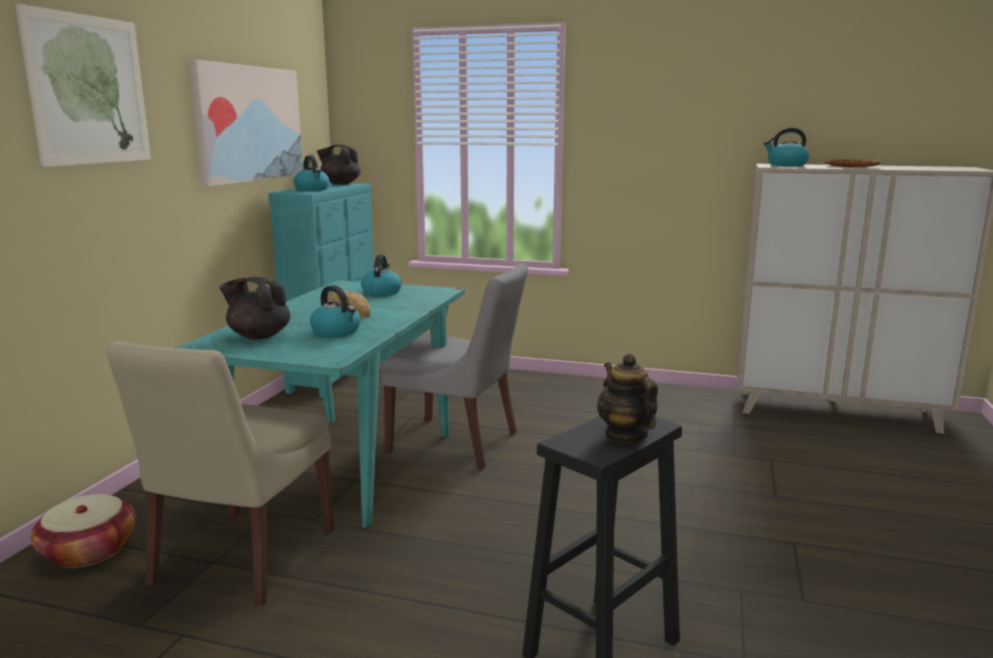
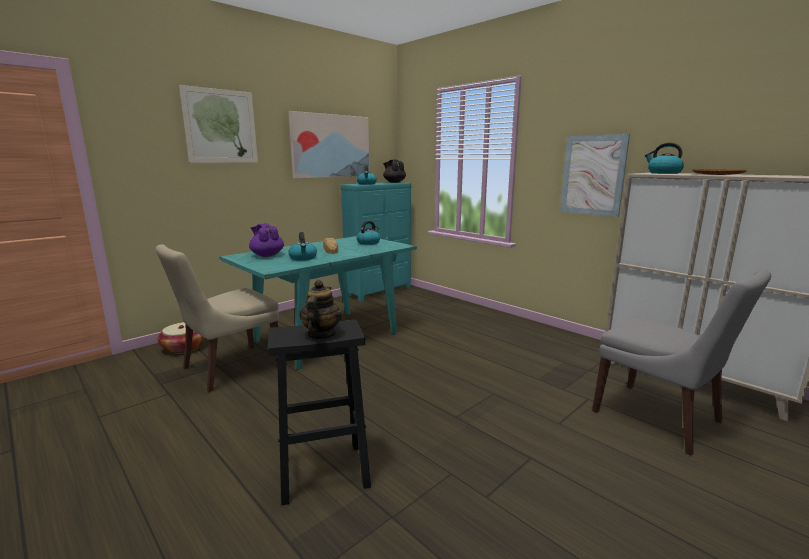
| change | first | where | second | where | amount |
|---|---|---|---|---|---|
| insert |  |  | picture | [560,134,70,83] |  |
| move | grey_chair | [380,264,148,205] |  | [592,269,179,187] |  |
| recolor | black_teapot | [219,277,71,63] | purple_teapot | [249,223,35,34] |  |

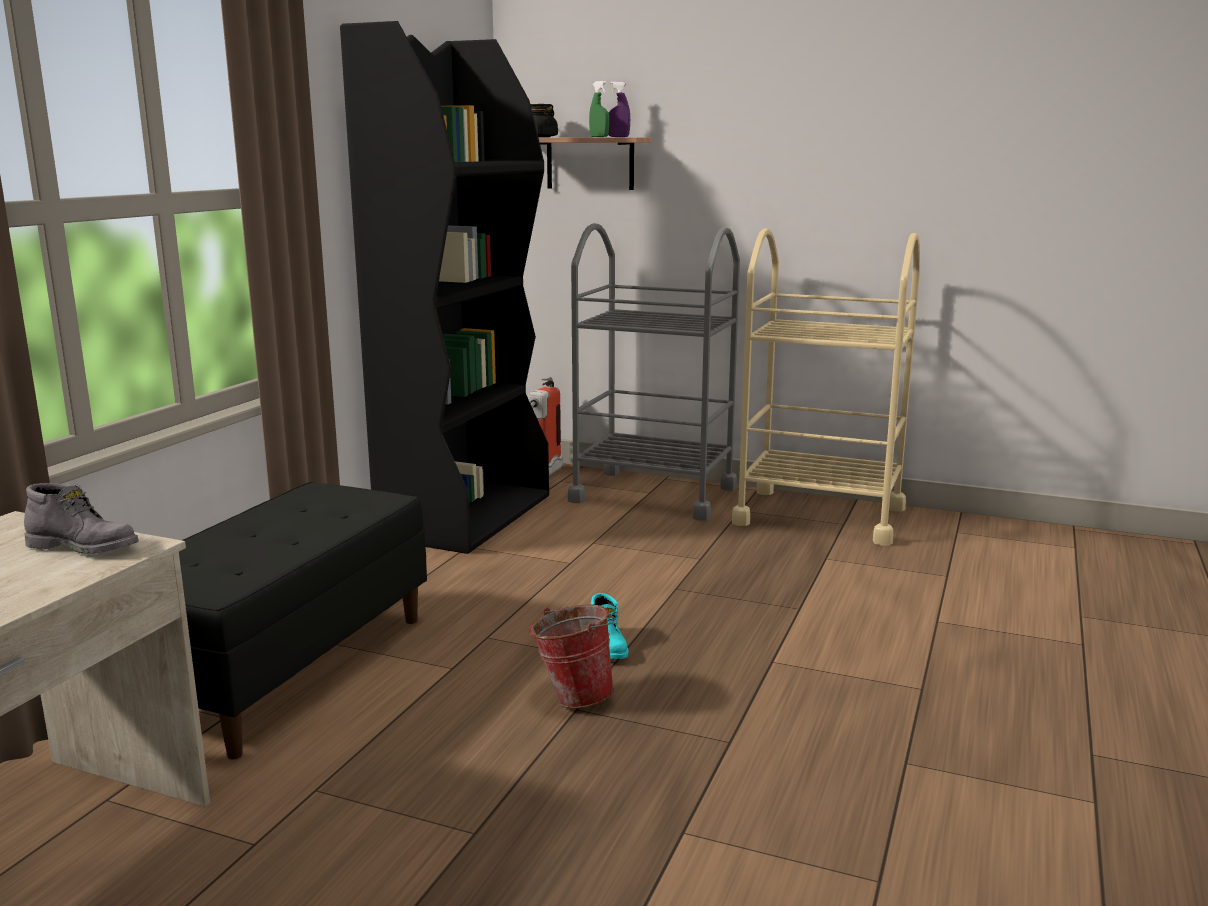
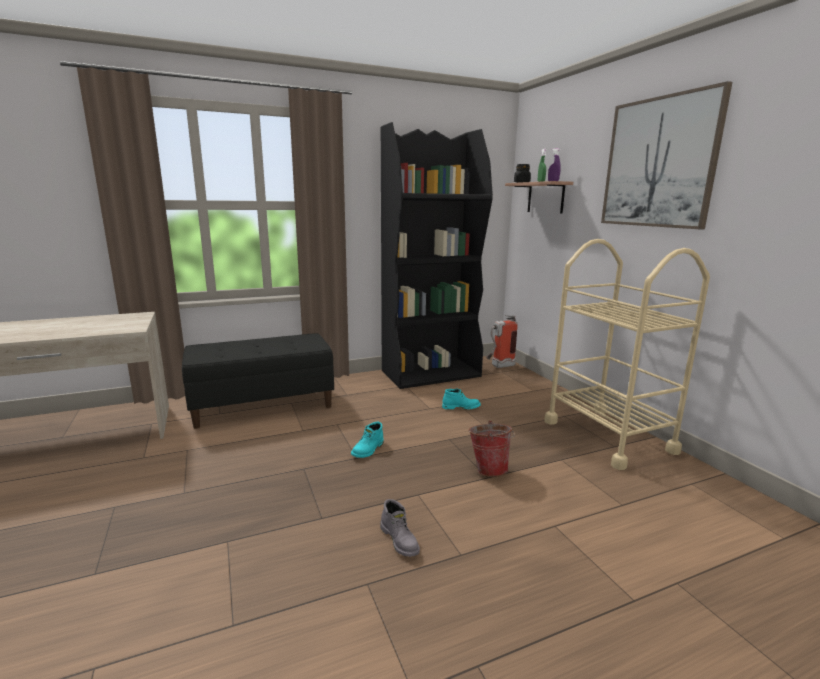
| change | first | where | second | where | amount |
|---|---|---|---|---|---|
| delete | grey_cart | [568,223,172,298] |  |  |  |
| insert |  |  | turquoise_boot | [442,389,39,20] |  |
| insert |  |  | picture | [601,81,131,148] |  |
| move | grey_boot | [24,483,115,71] |  | [380,499,40,58] |  |
| move | bucket | [529,605,86,104] |  | [468,421,47,56] |  |

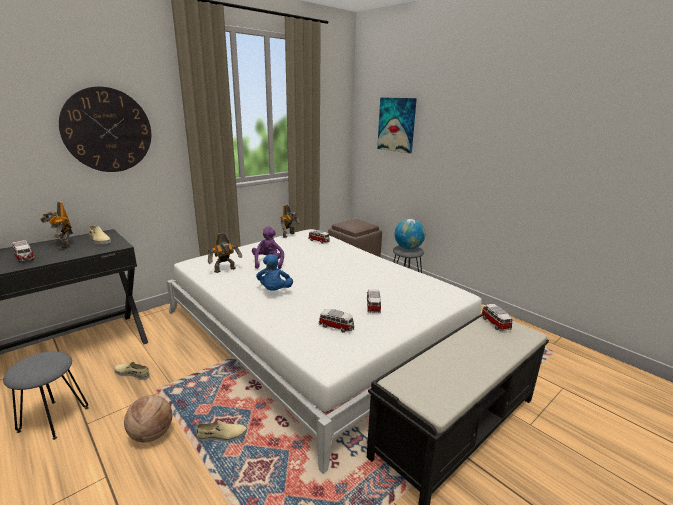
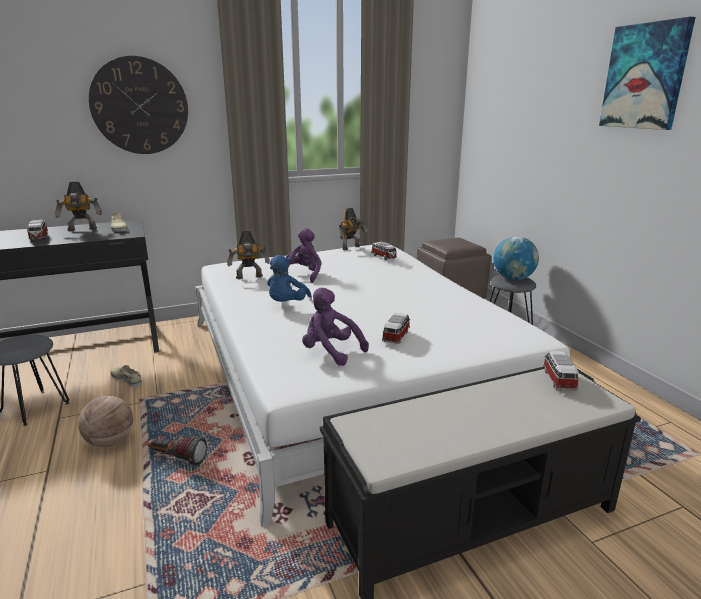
| change | first | where | second | where | amount |
|---|---|---|---|---|---|
| move | picture | [377,97,40,56] |  | [599,17,97,113] |  |
| replace | beige_shoe | [196,420,51,21] | flashlight | [148,437,59,29] |  |
| replace | toy_car | [319,309,35,24] | purple_plush_toy | [302,288,67,78] |  |
| rotate | toy_robot | [40,202,33,46] |  | [55,182,47,49] | 90 degrees counterclockwise |

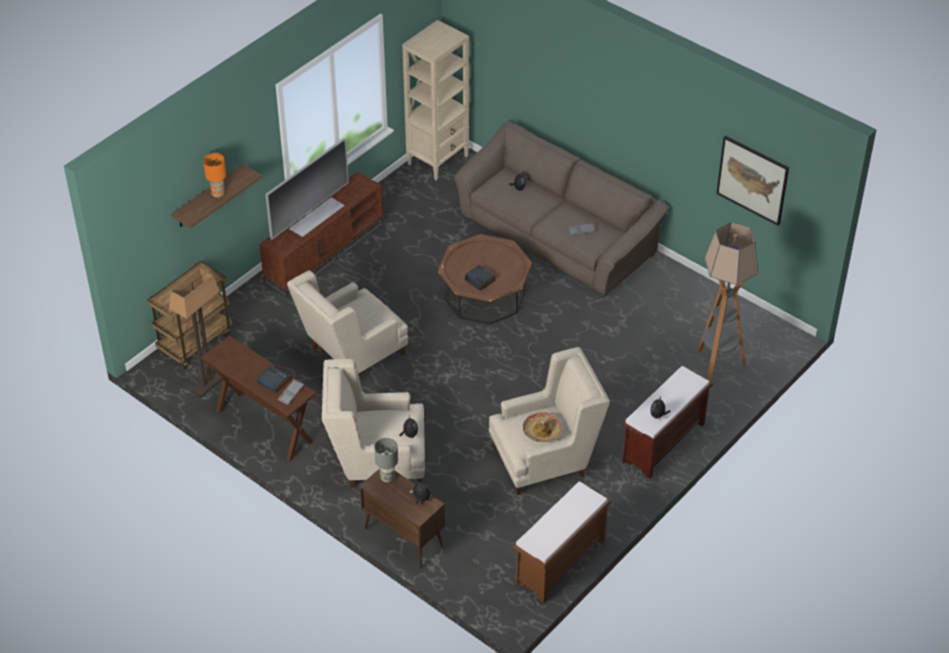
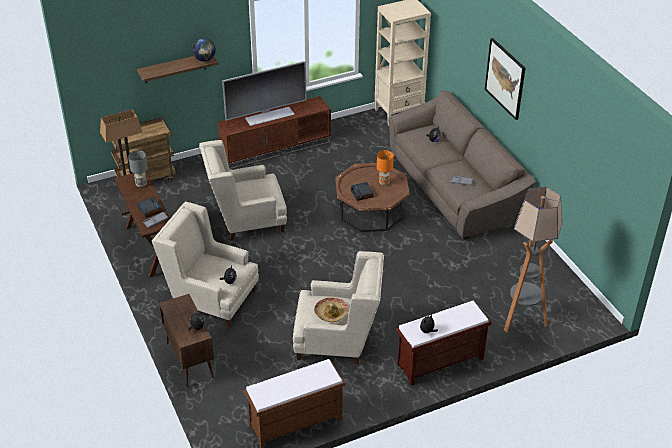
| change | first | where | second | where | amount |
|---|---|---|---|---|---|
| insert |  |  | globe | [192,38,24,24] |  |
| move | orange_table_lamp | [203,153,23,45] |  | [377,150,17,36] |  |
| move | grey_table_lamp | [374,438,24,45] |  | [128,150,20,38] |  |
| move | picture | [716,135,73,91] |  | [485,38,40,82] |  |

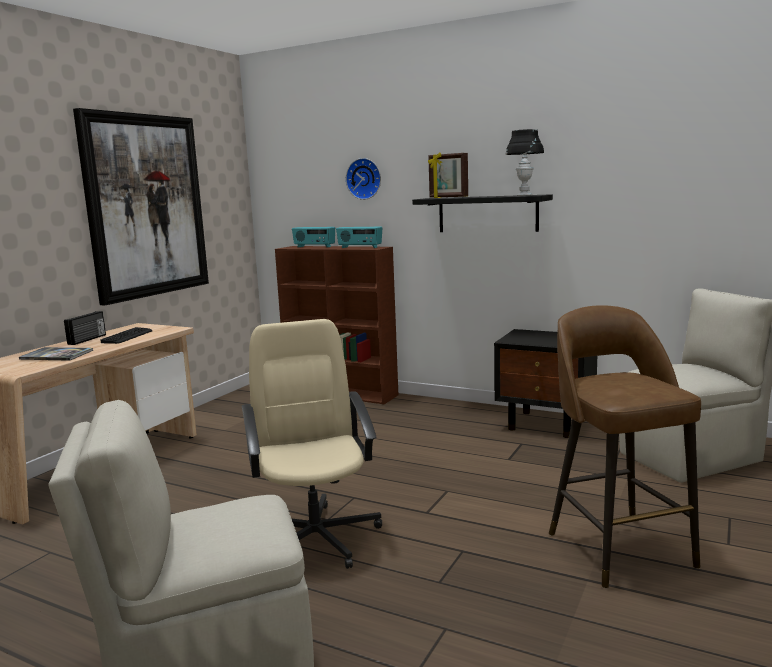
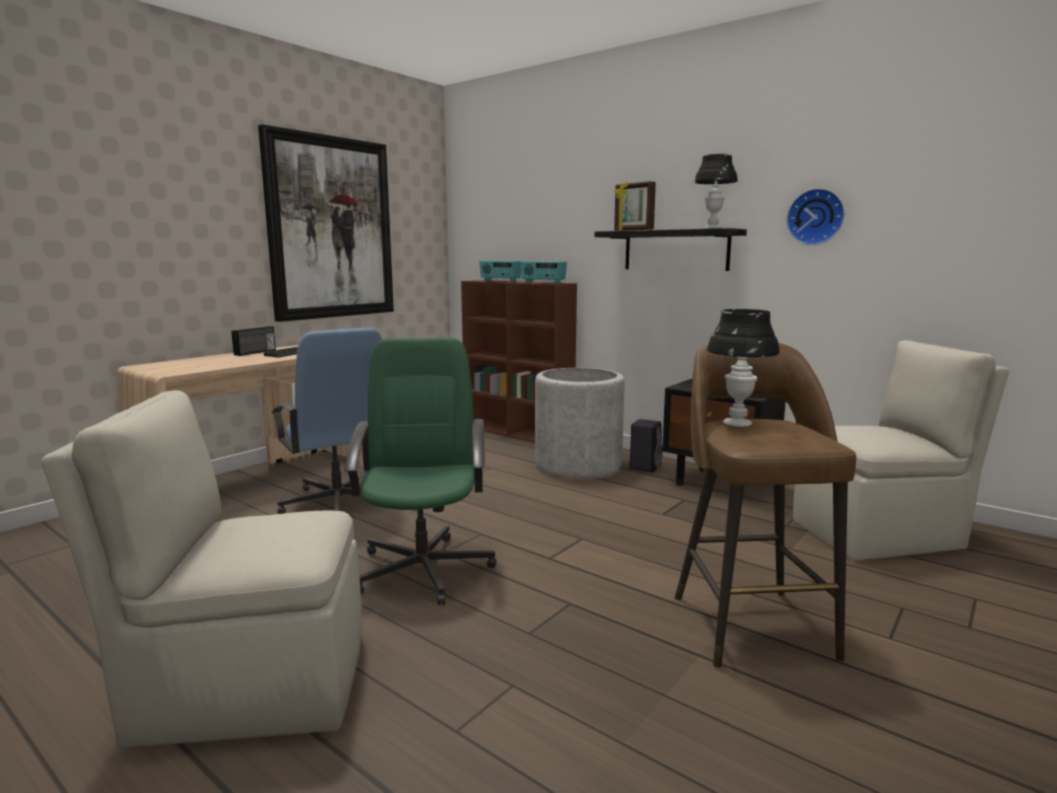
| change | first | where | second | where | amount |
|---|---|---|---|---|---|
| delete | book | [19,347,74,14] |  |  |  |
| insert |  |  | blue_office_chair | [272,328,110,186] |  |
| insert |  |  | grey_planter | [535,368,90,110] |  |
| insert |  |  | black_speaker | [629,419,34,54] |  |
| insert |  |  | black_table_lamp | [707,309,73,118] |  |
| move | wall_clock | [346,158,35,42] |  | [786,188,59,57] |  |
| recolor | beige_office_chair | [242,319,140,250] | green_office_chair | [344,338,153,267] |  |

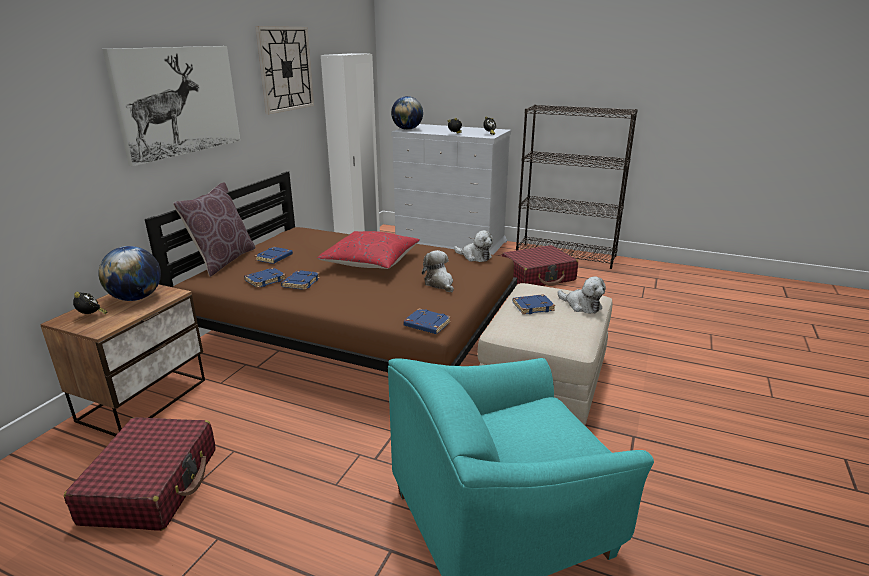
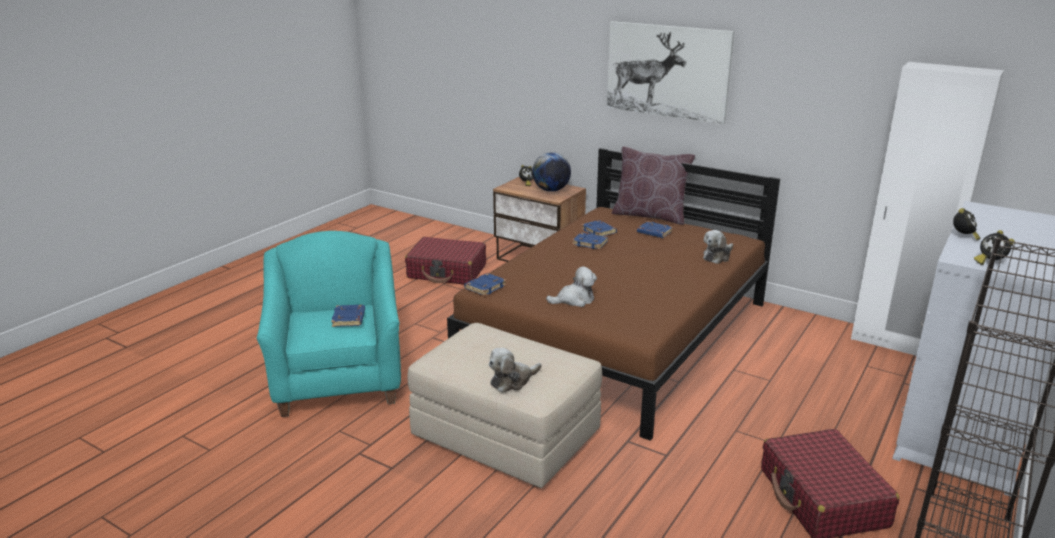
| change | first | where | second | where | amount |
|---|---|---|---|---|---|
| delete | wall_clock | [255,26,59,88] |  |  |  |
| delete | red_pillow | [317,231,103,38] |  |  |  |
| delete | globe | [391,96,32,34] |  |  |  |
| move | plush_toy | [454,230,39,32] |  | [703,230,30,34] |  |
| move | blue_book | [513,294,42,20] |  | [331,305,34,22] |  |

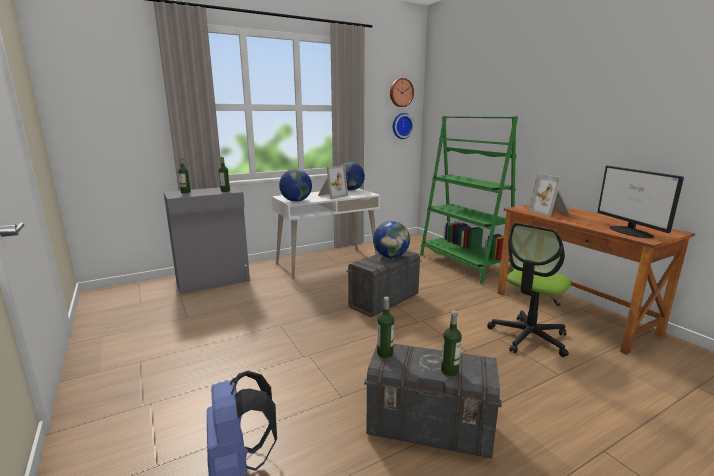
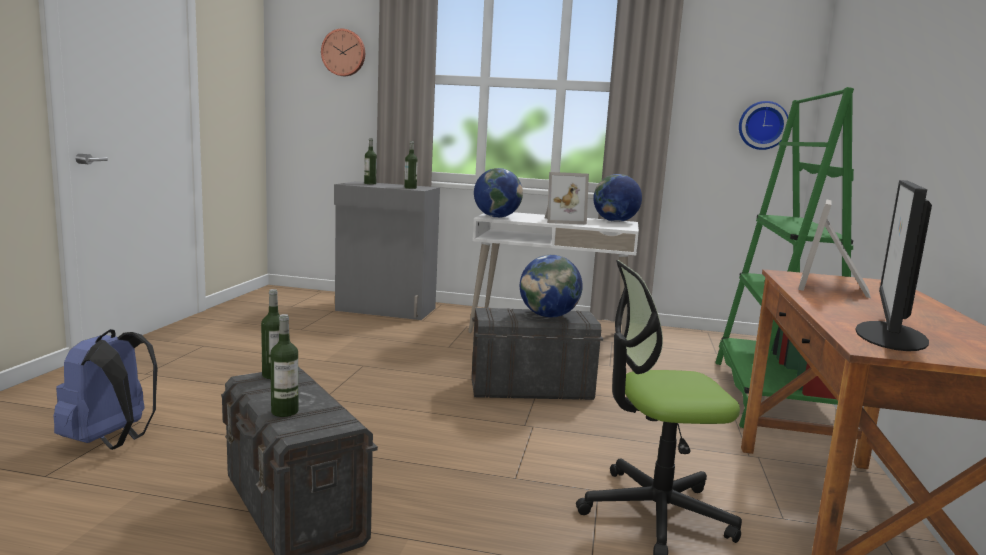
| change | first | where | second | where | amount |
|---|---|---|---|---|---|
| move | wall_clock | [390,78,24,29] |  | [321,29,44,47] |  |

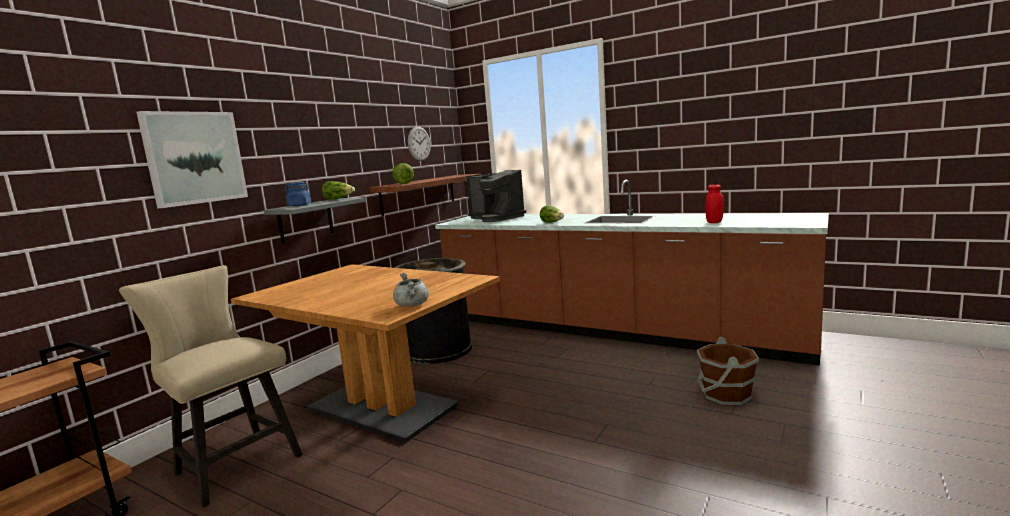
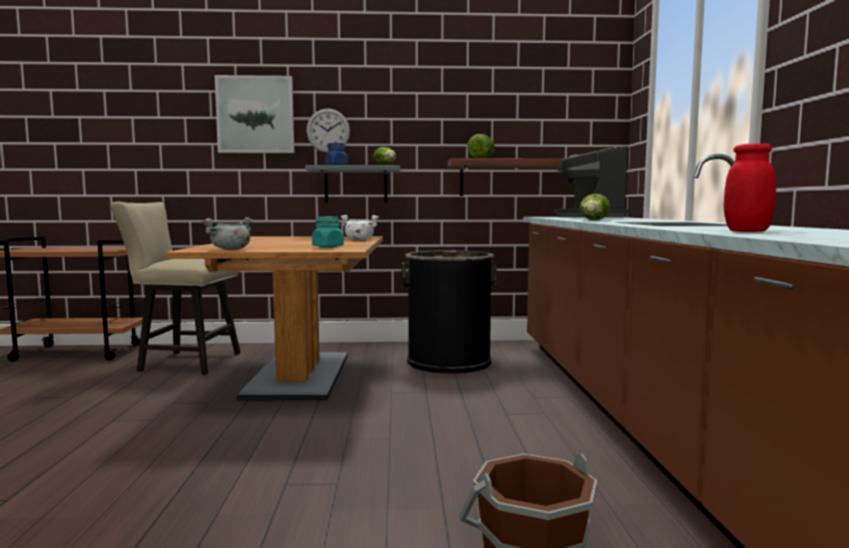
| change | first | where | second | where | amount |
|---|---|---|---|---|---|
| insert |  |  | turquoise_jar | [312,217,32,31] |  |
| insert |  |  | white_cooking_pot | [340,215,39,25] |  |
| move | wall_clock | [408,126,23,35] |  | [306,108,44,45] |  |
| rotate | beige_chair | [119,265,184,243] |  | [110,202,131,173] | 90 degrees counterclockwise |

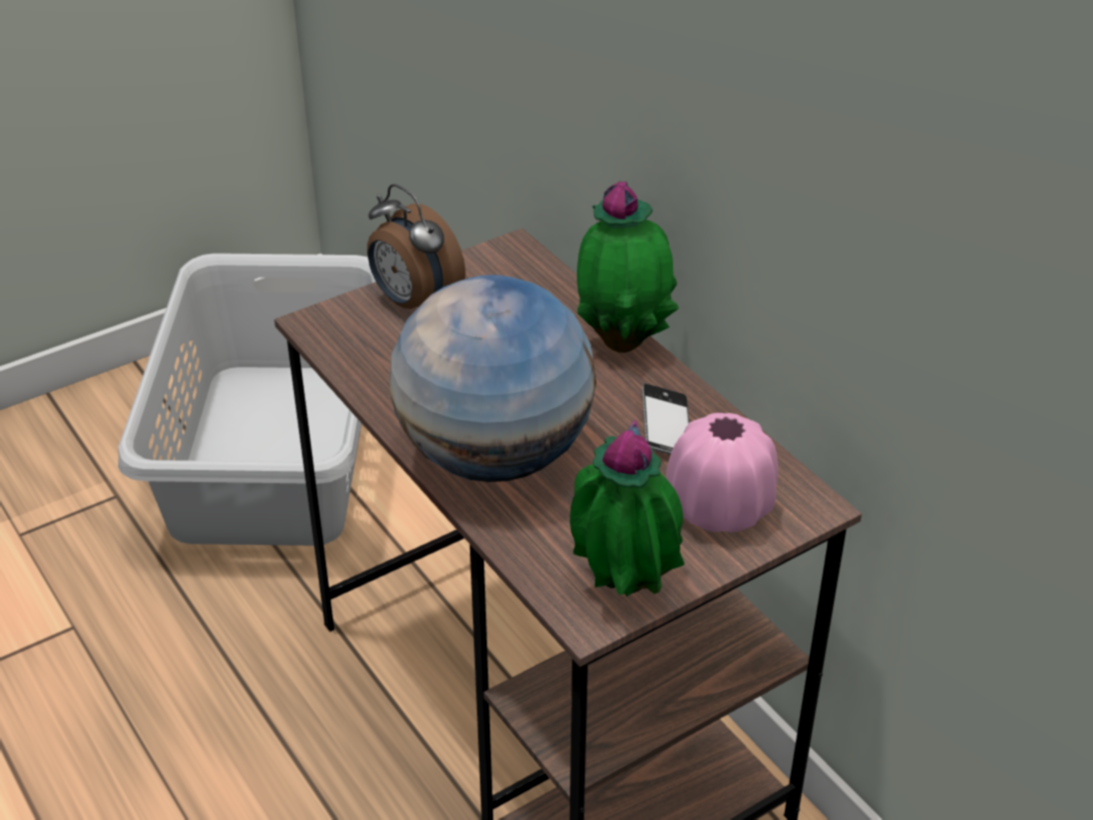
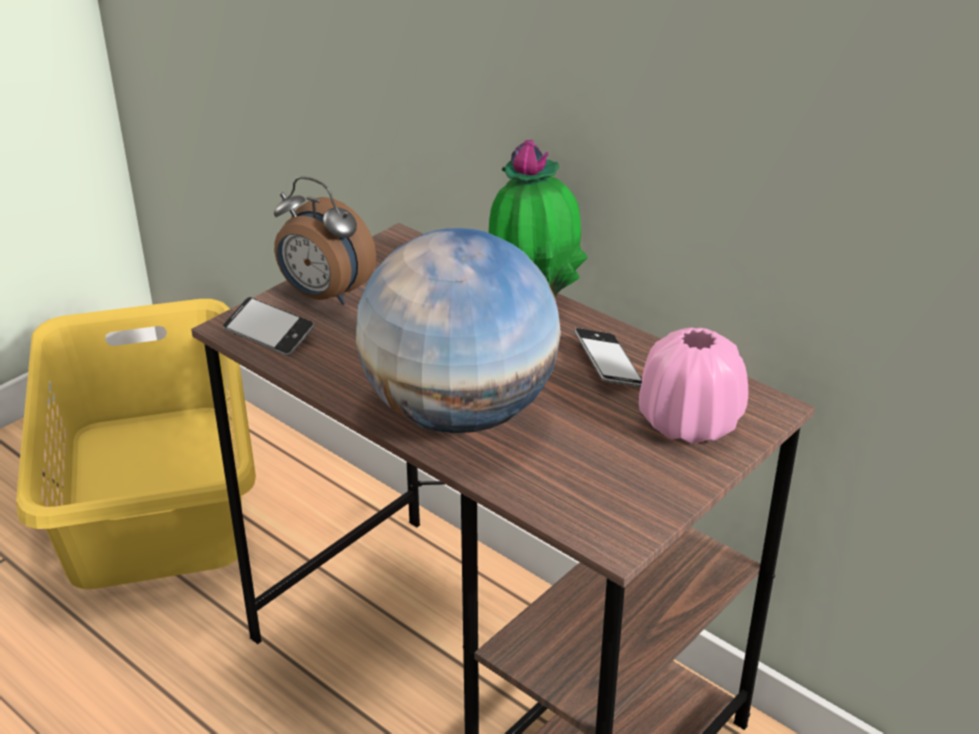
| change | first | where | second | where | amount |
|---|---|---|---|---|---|
| delete | potted_plant | [570,420,115,177] |  |  |  |
| insert |  |  | phone | [223,297,91,59] |  |
| recolor | grey_laundry_basket | [118,253,258,293] | yellow_laundry_basket | [16,299,240,290] |  |

